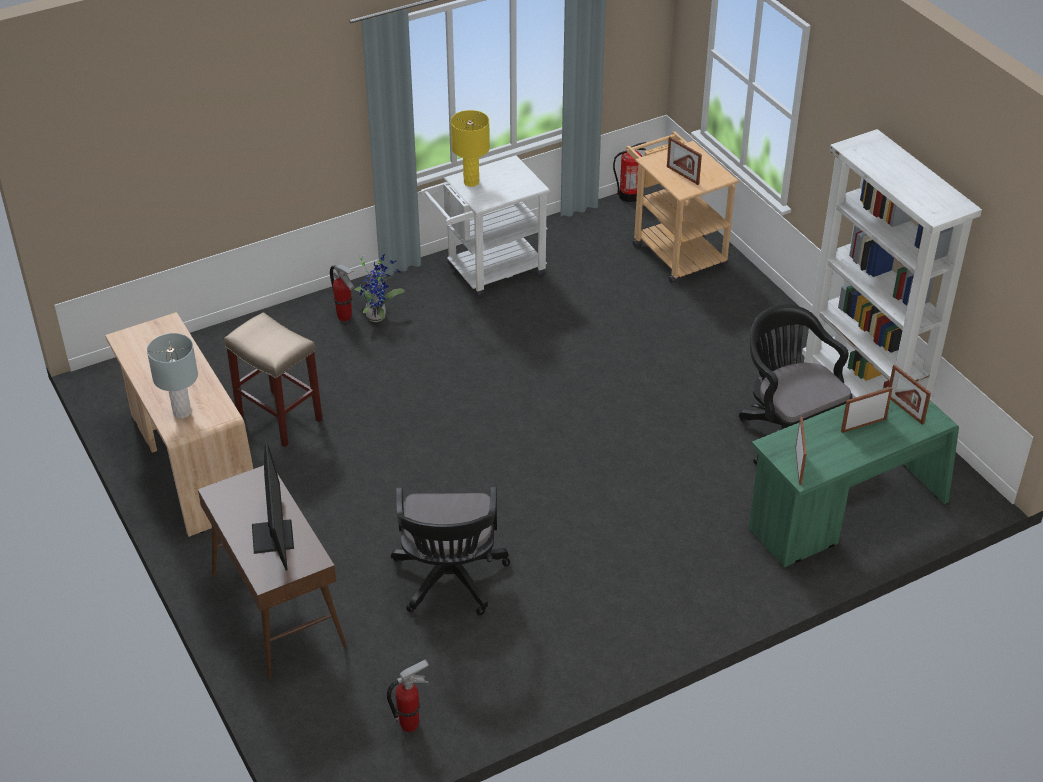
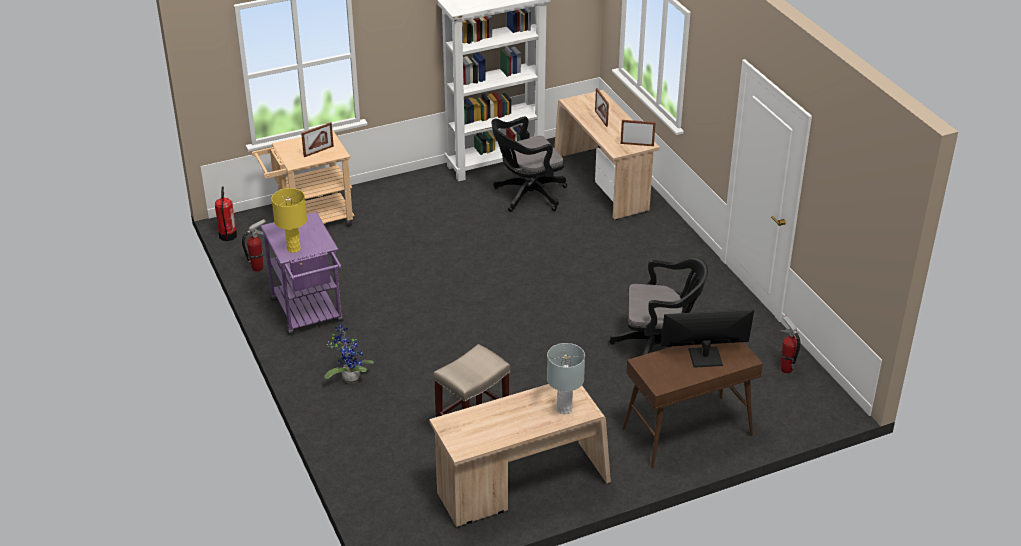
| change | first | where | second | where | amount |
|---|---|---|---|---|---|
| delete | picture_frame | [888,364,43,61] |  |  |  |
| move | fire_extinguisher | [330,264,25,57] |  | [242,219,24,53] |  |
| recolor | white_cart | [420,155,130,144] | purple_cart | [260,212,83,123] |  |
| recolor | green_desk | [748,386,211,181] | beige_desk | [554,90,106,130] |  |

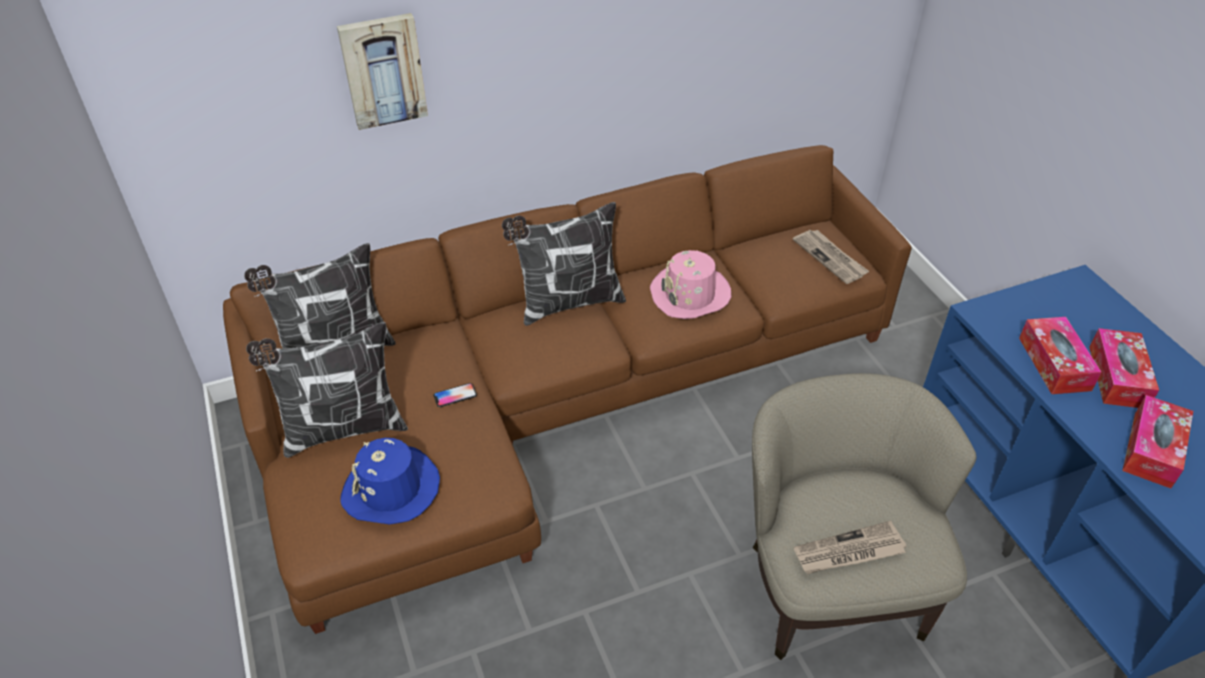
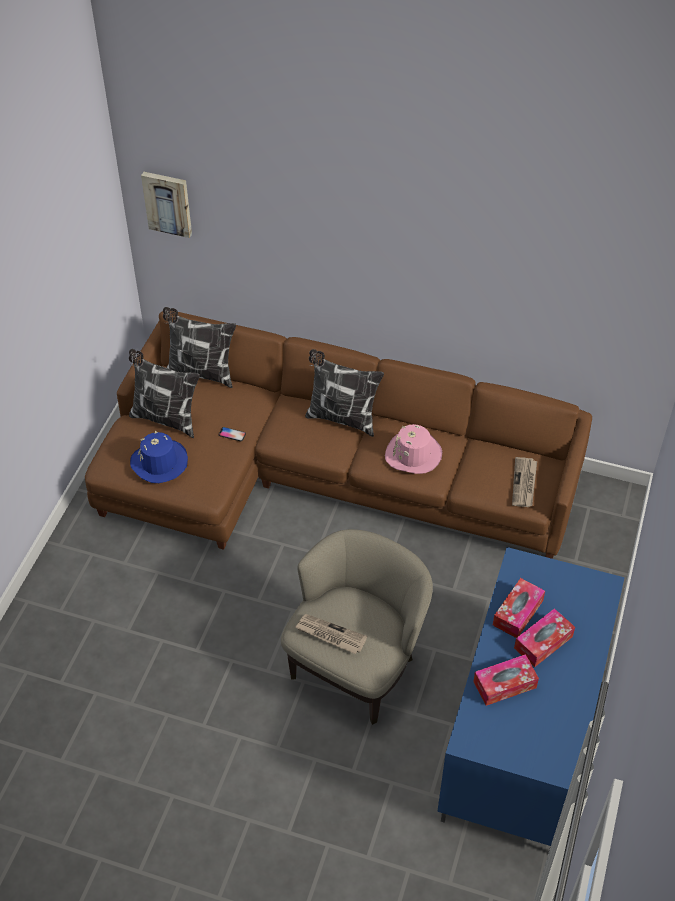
| change | first | where | second | where | amount |
|---|---|---|---|---|---|
| move | picture | [337,13,91,117] |  | [141,172,51,66] |  |

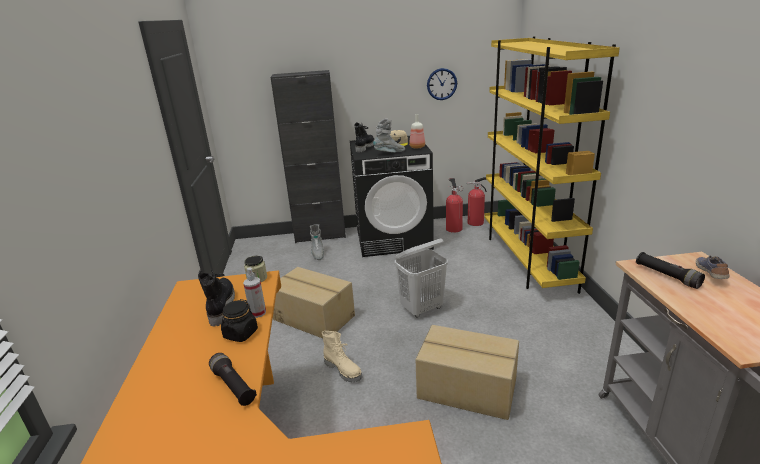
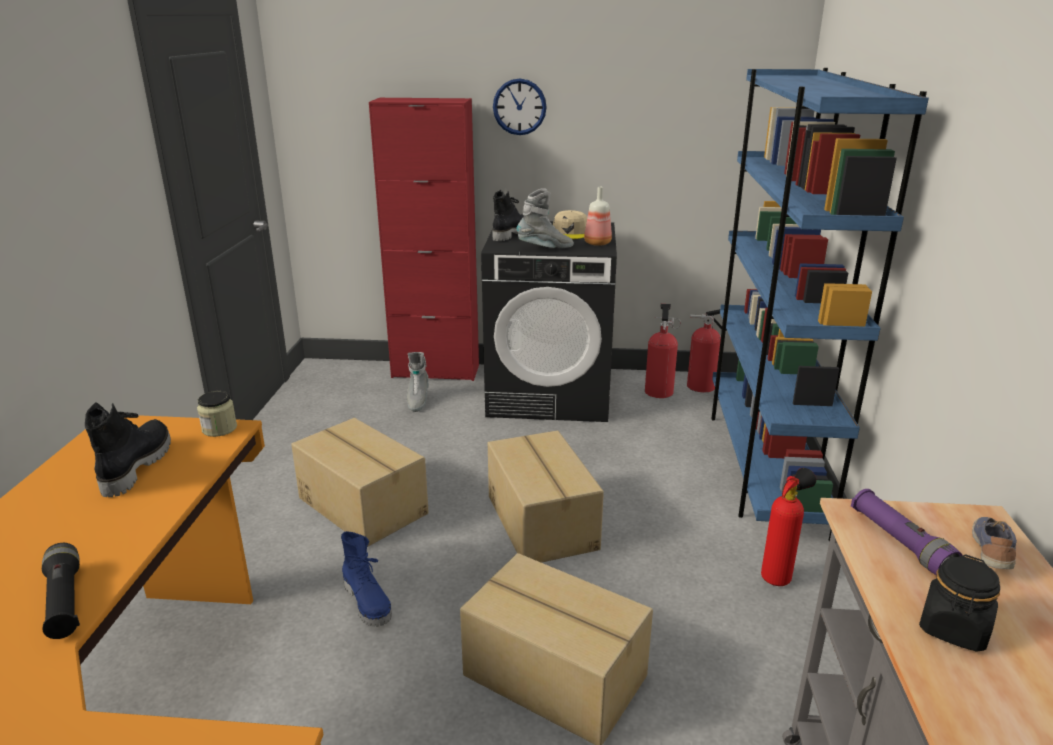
| change | first | where | second | where | amount |
|---|---|---|---|---|---|
| delete | spray_bottle | [243,267,23,51] |  |  |  |
| insert |  |  | fire_extinguisher | [761,468,55,118] |  |
| move | black_jar | [221,299,37,43] |  | [919,555,81,97] |  |
| move | wall_clock | [427,68,30,32] |  | [493,78,54,57] |  |
| replace | white_laundry_basket | [395,238,53,80] | cardboard_box | [488,430,116,133] |  |
| recolor | black_cabinet | [270,70,76,173] | red_cabinet | [369,98,110,283] |  |
| recolor | beige_boot | [322,331,40,51] | blue_boot | [341,531,51,96] |  |
| recolor | yellow_bookcase | [484,37,136,257] | blue_bookcase | [711,68,218,473] |  |
| recolor | black_flashlight | [636,252,69,37] | purple_flashlight | [851,489,112,86] |  |

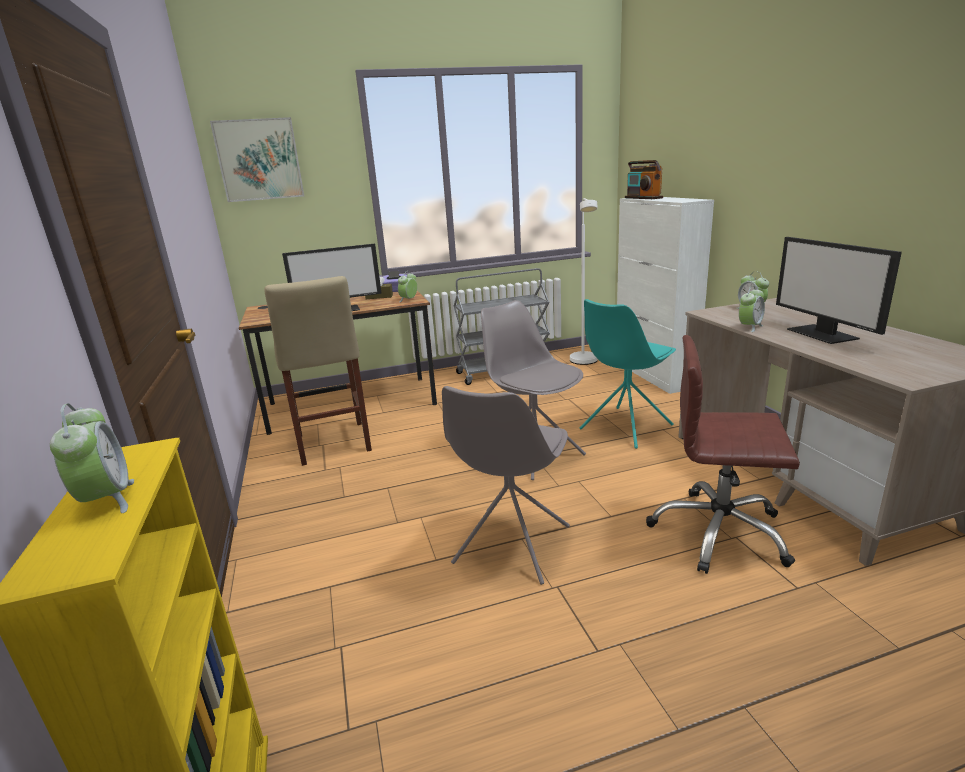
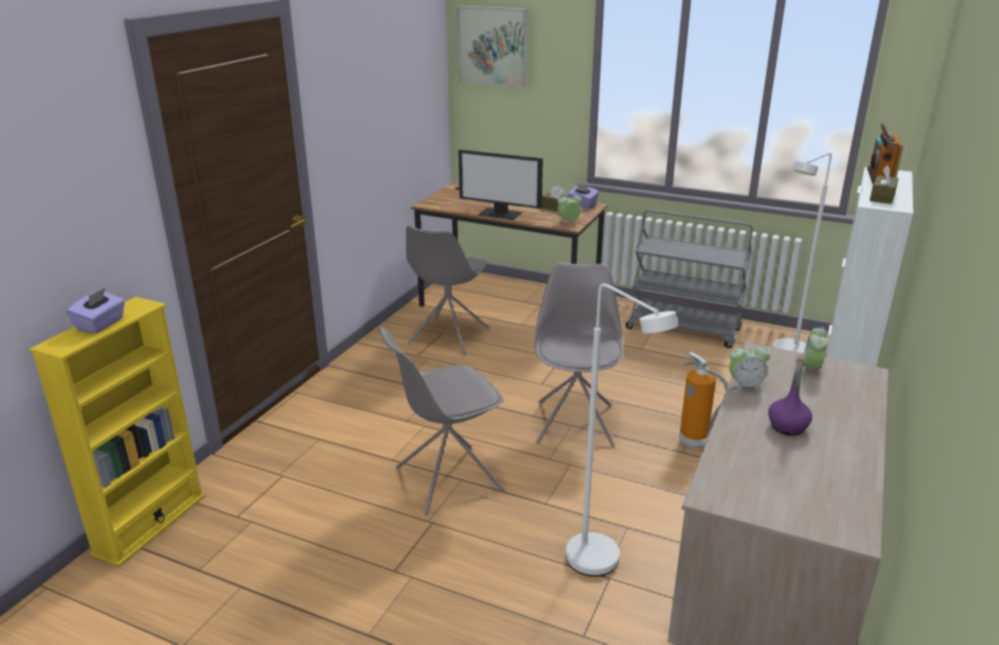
| change | first | where | second | where | amount |
|---|---|---|---|---|---|
| insert |  |  | brown_tissue_box | [870,165,29,39] |  |
| replace | alarm_clock | [50,403,84,110] | purple_tissue_box | [67,288,58,45] |  |
| replace | beige_stool | [264,276,108,190] | grey_chair | [406,226,83,129] |  |
| replace | turquoise_chair | [580,299,96,150] | fire_extinguisher | [679,351,49,98] |  |
| replace | brown_office_chair | [646,335,154,239] | white_floor_lamp | [566,284,112,293] |  |
| replace | monitor | [776,237,126,107] | purple_bottle | [768,356,44,80] |  |

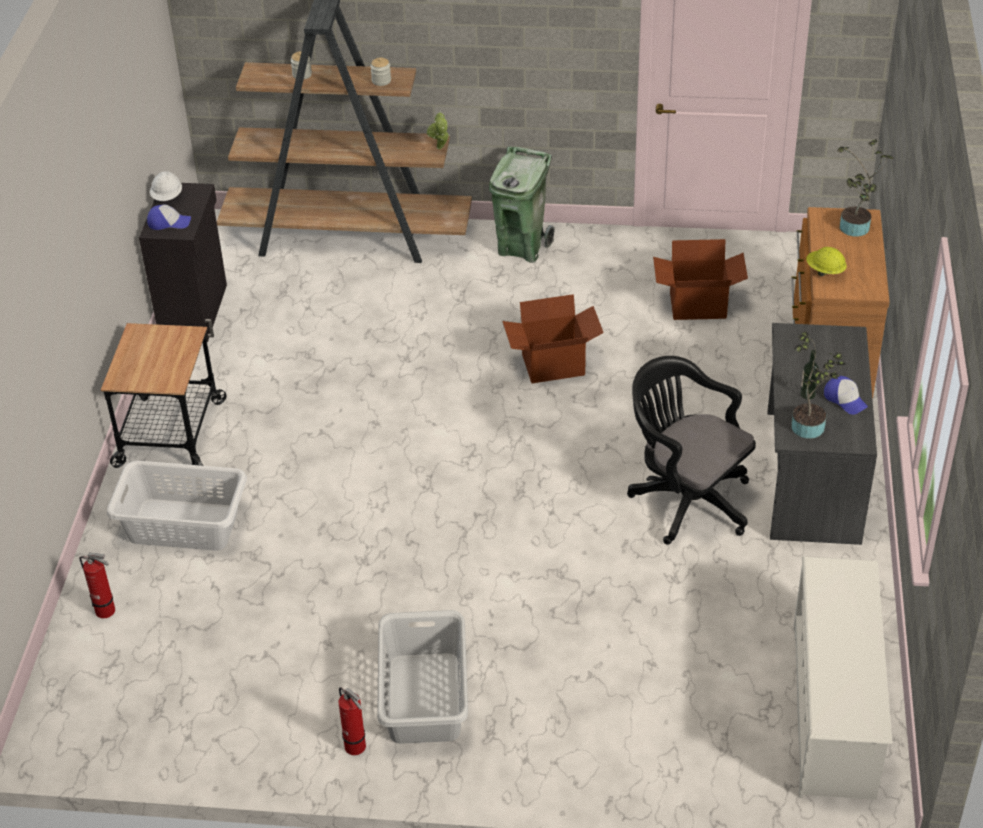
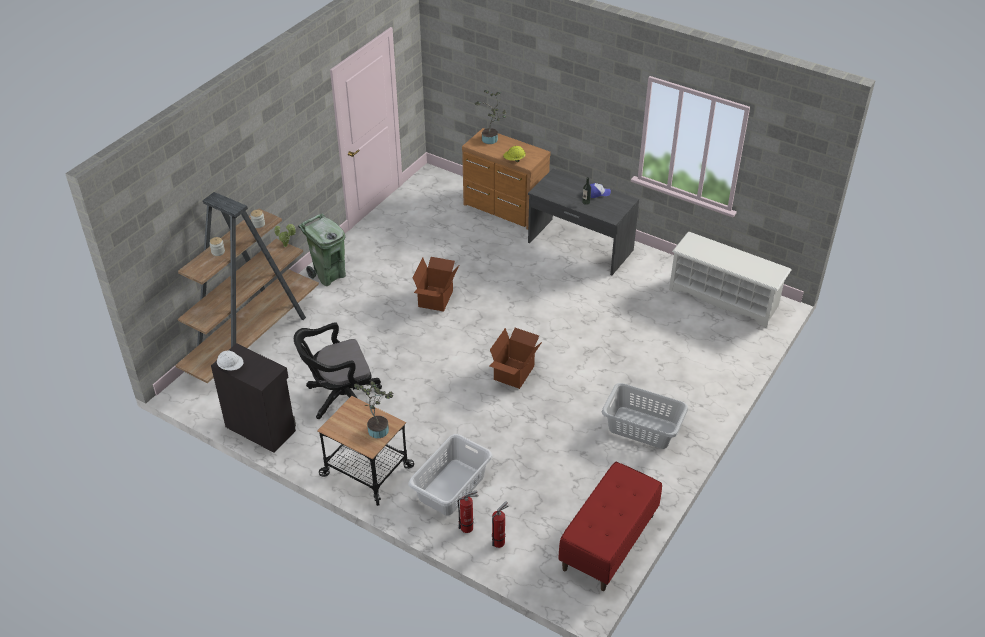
| change | first | where | second | where | amount |
|---|---|---|---|---|---|
| delete | cap | [147,204,44,26] |  |  |  |
| insert |  |  | red_bench | [558,462,104,129] |  |
| move | fire_extinguisher | [338,687,28,68] |  | [458,490,21,43] |  |
| move | black_office_chair | [627,356,129,189] |  | [294,322,88,97] |  |
| move | cardboard_box | [653,239,95,81] |  | [489,328,54,61] |  |
| move | potted_plant | [791,331,54,108] |  | [354,381,39,57] |  |

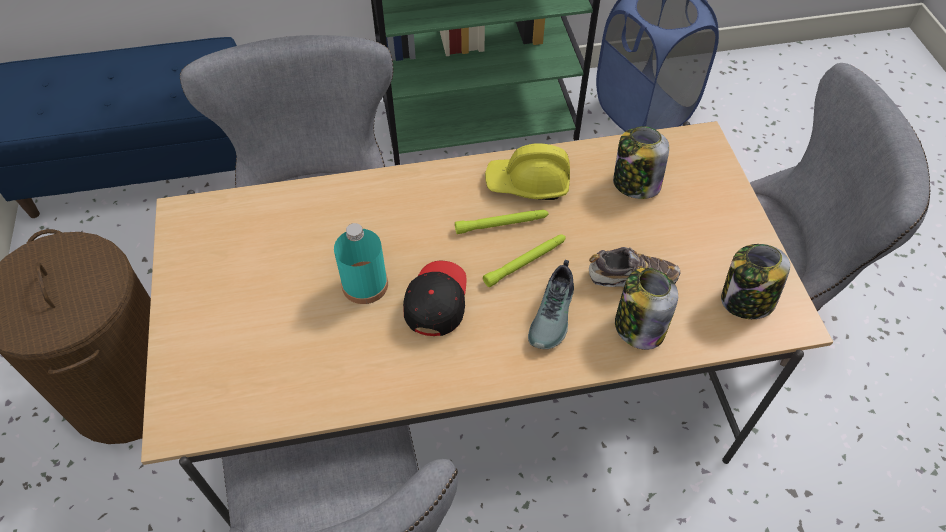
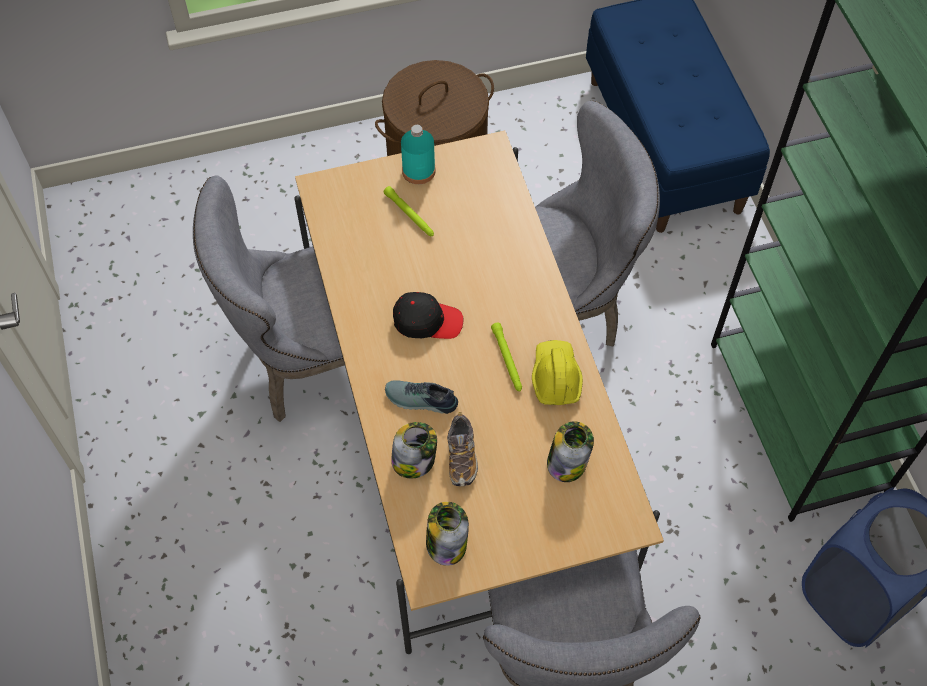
| change | first | where | second | where | amount |
|---|---|---|---|---|---|
| move | turquoise_bottle | [334,223,54,81] |  | [401,125,35,59] |  |
| move | green_flashlight | [483,235,83,52] |  | [384,186,50,50] |  |

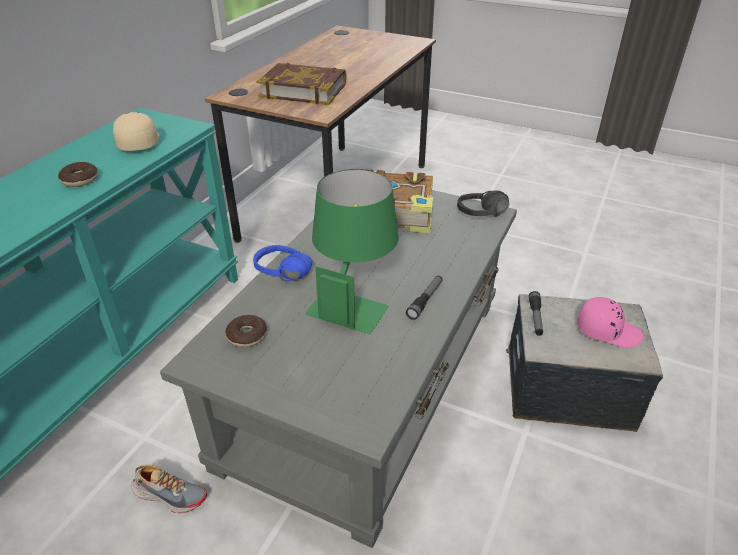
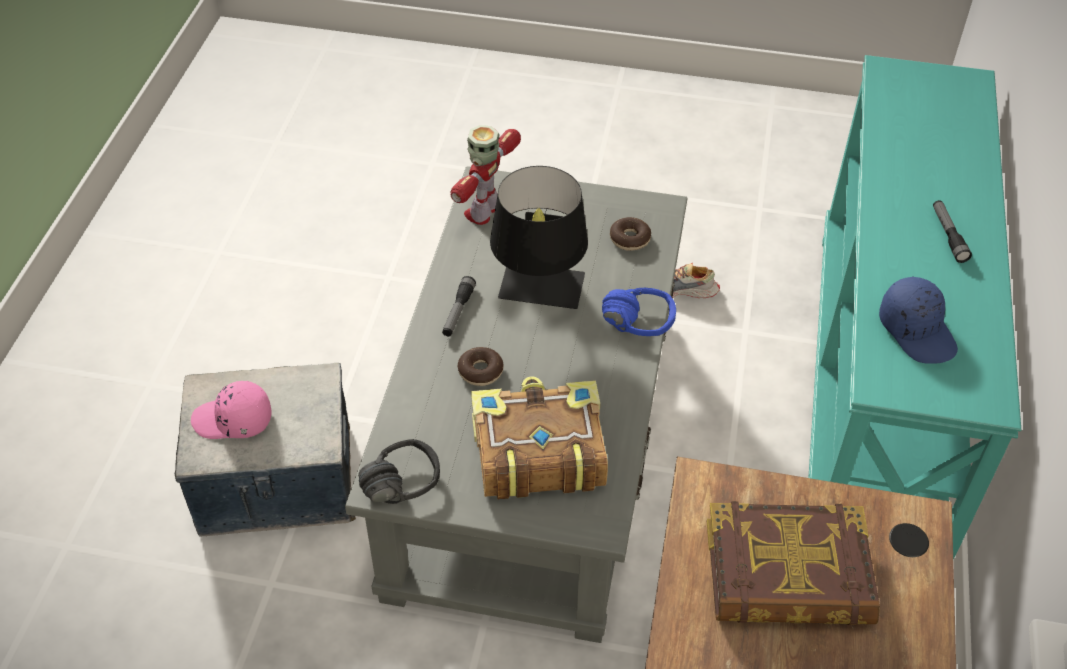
| change | first | where | second | where | amount |
|---|---|---|---|---|---|
| insert |  |  | toy_robot | [451,125,70,100] |  |
| move | donut | [58,162,40,25] |  | [458,347,45,39] |  |
| move | flashlight | [529,291,14,45] |  | [933,200,39,63] |  |
| recolor | beige_cap | [113,112,46,39] | blue_cap | [879,277,79,87] |  |
| recolor | green_table_lamp | [305,169,94,165] | black_table_lamp | [490,166,98,143] |  |

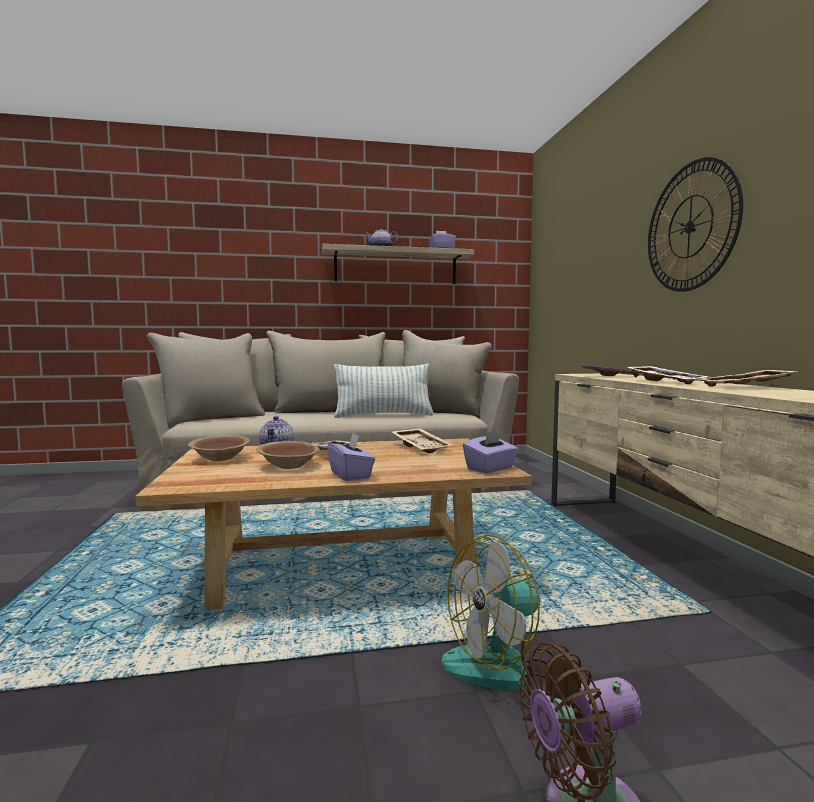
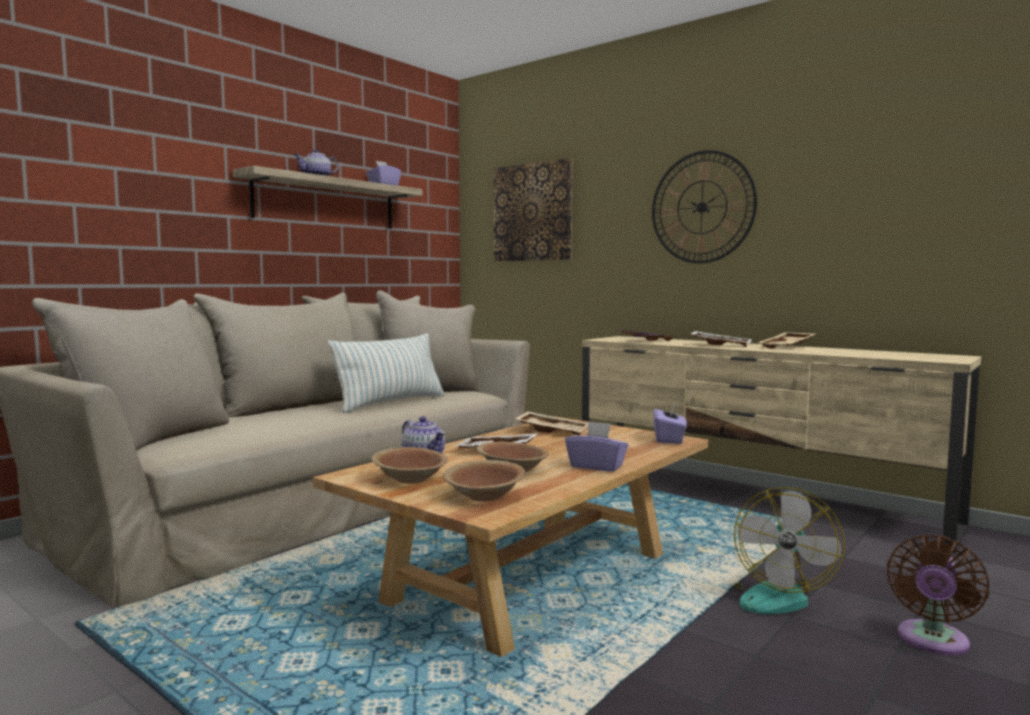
| change | first | where | second | where | amount |
|---|---|---|---|---|---|
| insert |  |  | brown_bowl | [443,460,82,42] |  |
| insert |  |  | picture | [494,158,79,103] |  |

